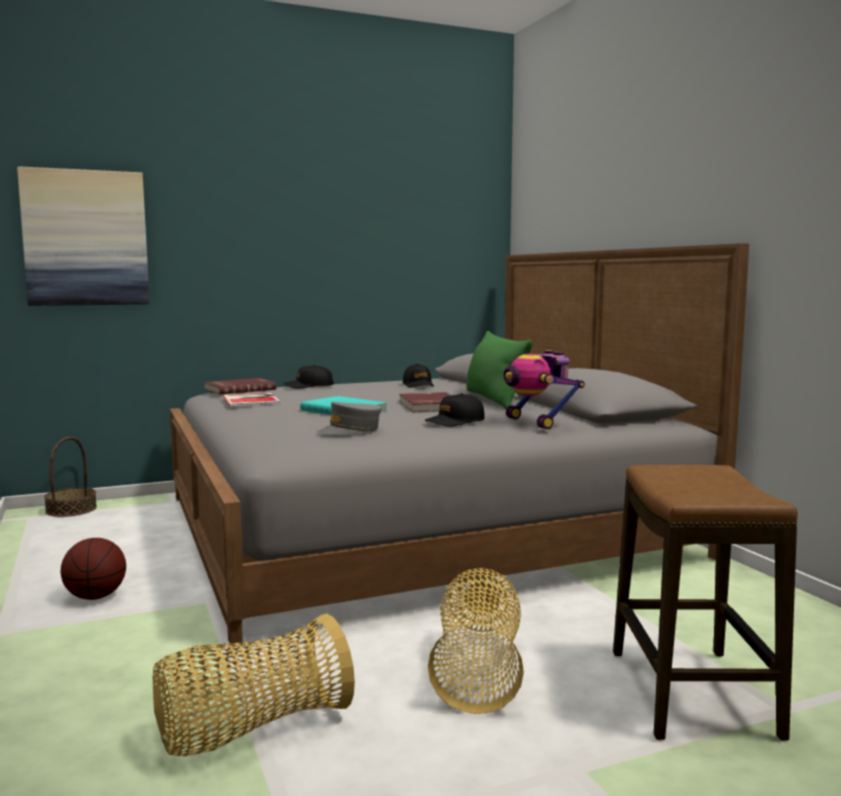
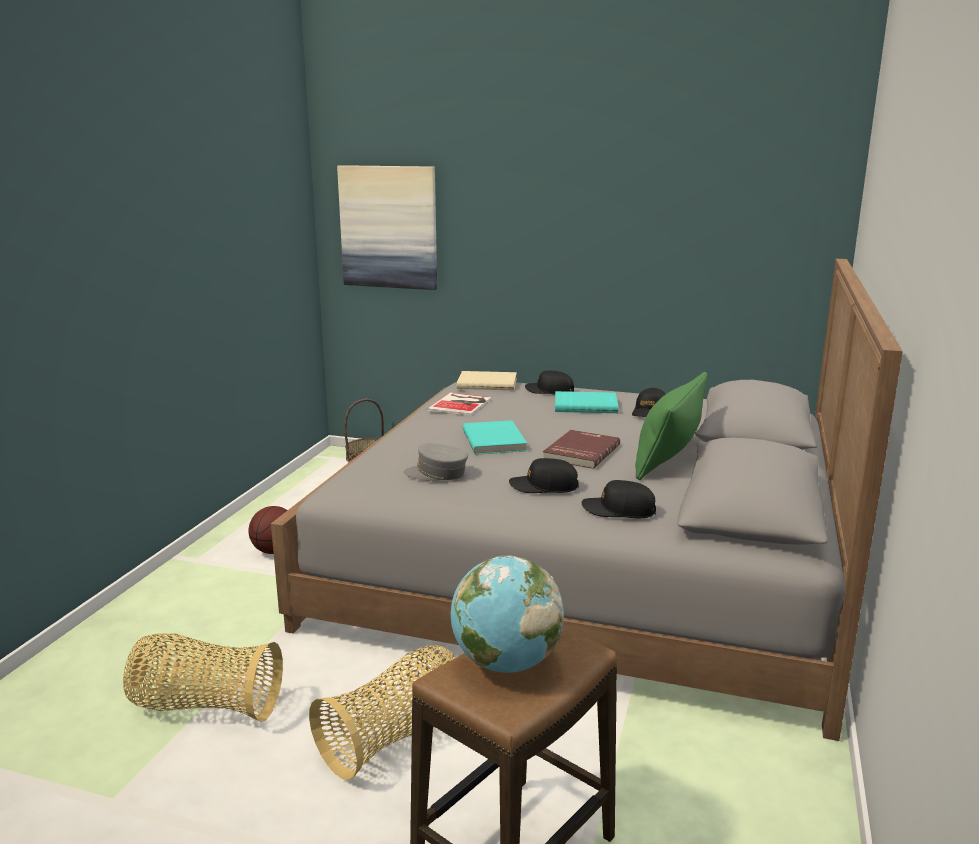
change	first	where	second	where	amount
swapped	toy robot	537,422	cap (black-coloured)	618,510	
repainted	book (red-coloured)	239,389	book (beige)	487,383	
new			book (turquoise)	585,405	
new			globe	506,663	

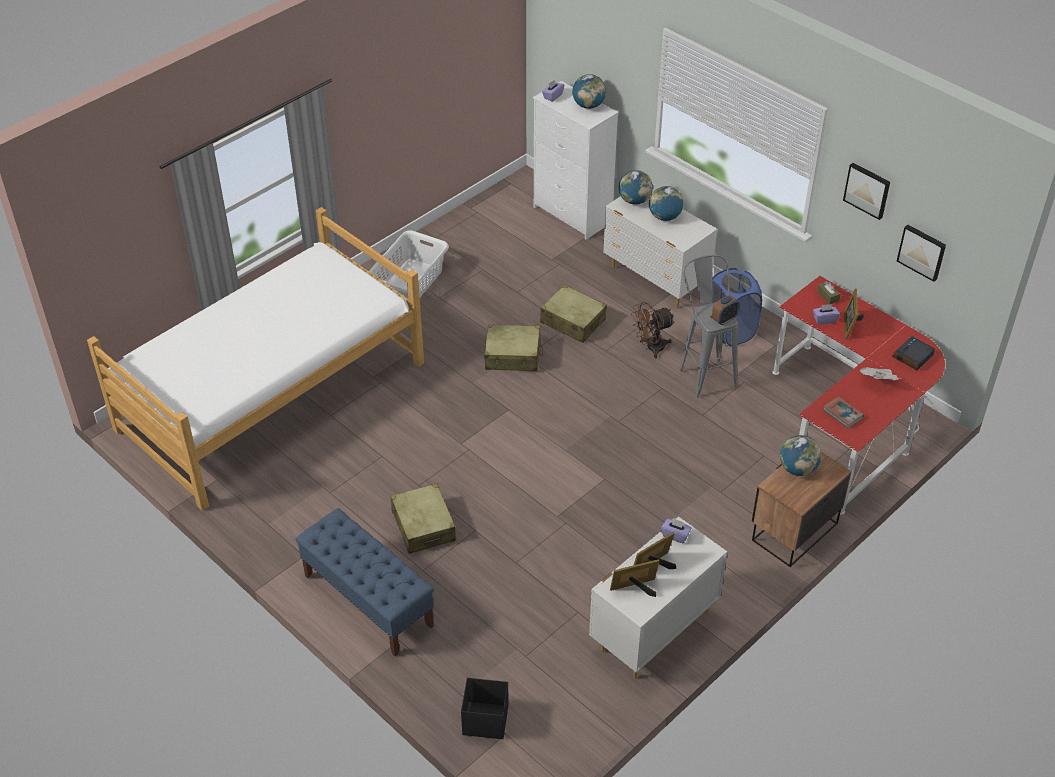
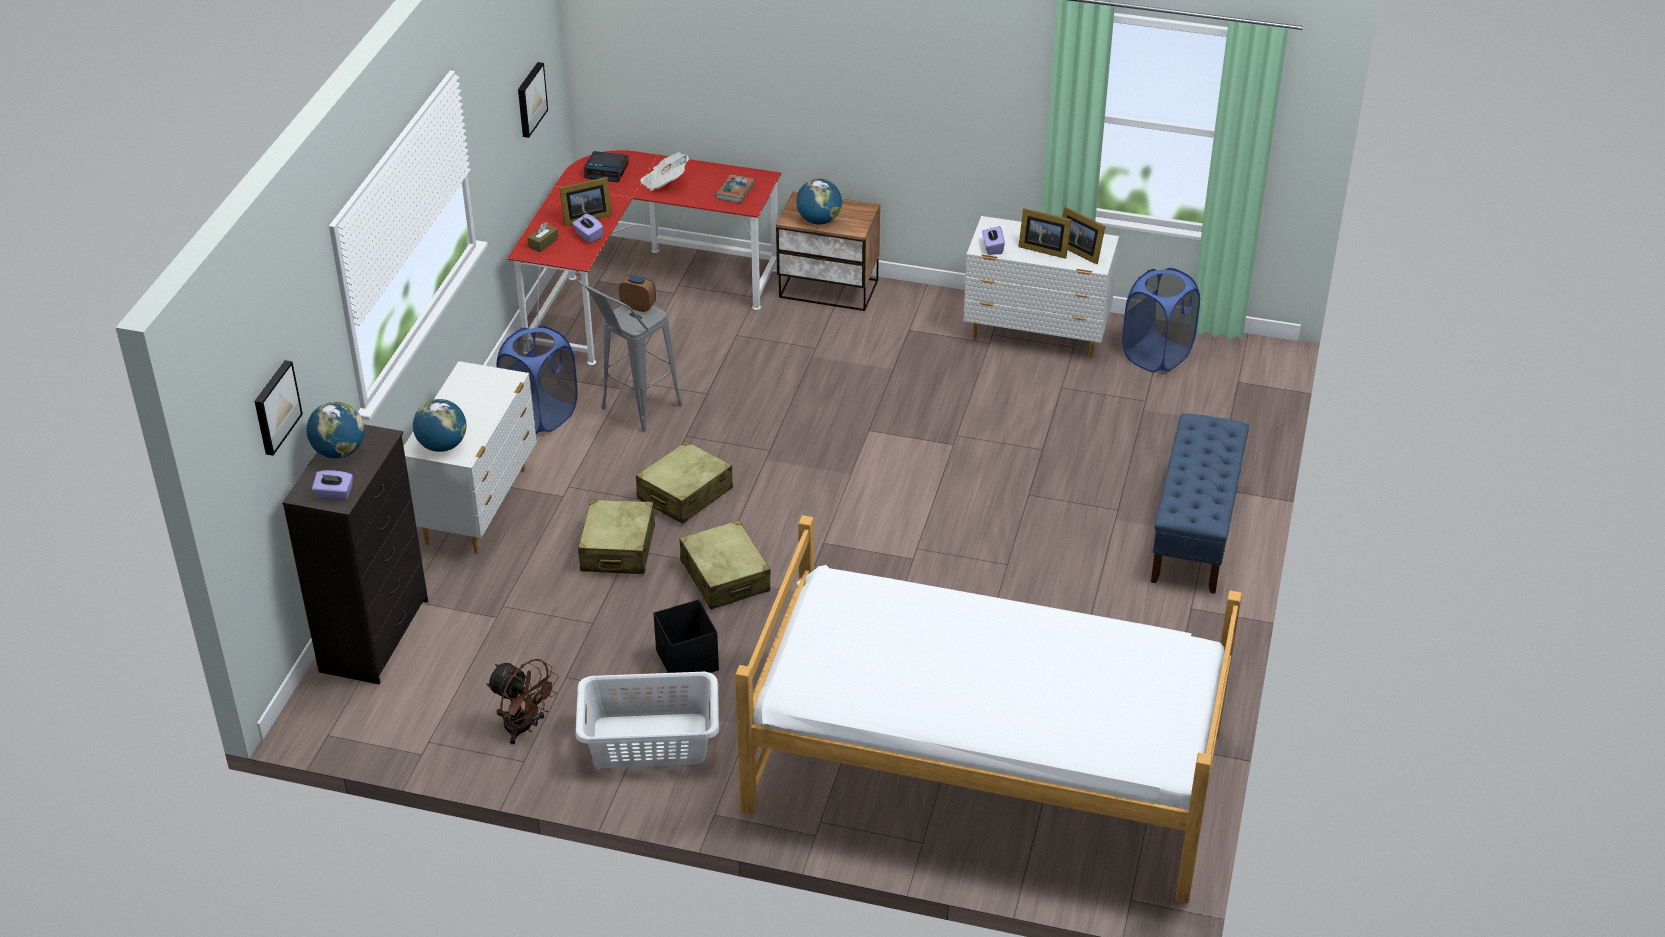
change	first	where	second	where	amount
repainted	drawer chest (white-coloured)	572,215	drawer chest (black-coloured)	376,635	
shifted	wall art	867,190		275,407	
gone	globe	664,217			
shifted	fan (brown-coloured)	651,348		524,728	
shifted	piece of luggage (beige)	423,526		684,494	
shifted	storage bin (black-coloured)	484,720		687,661	
new			laundry basket (blue)	1156,355	

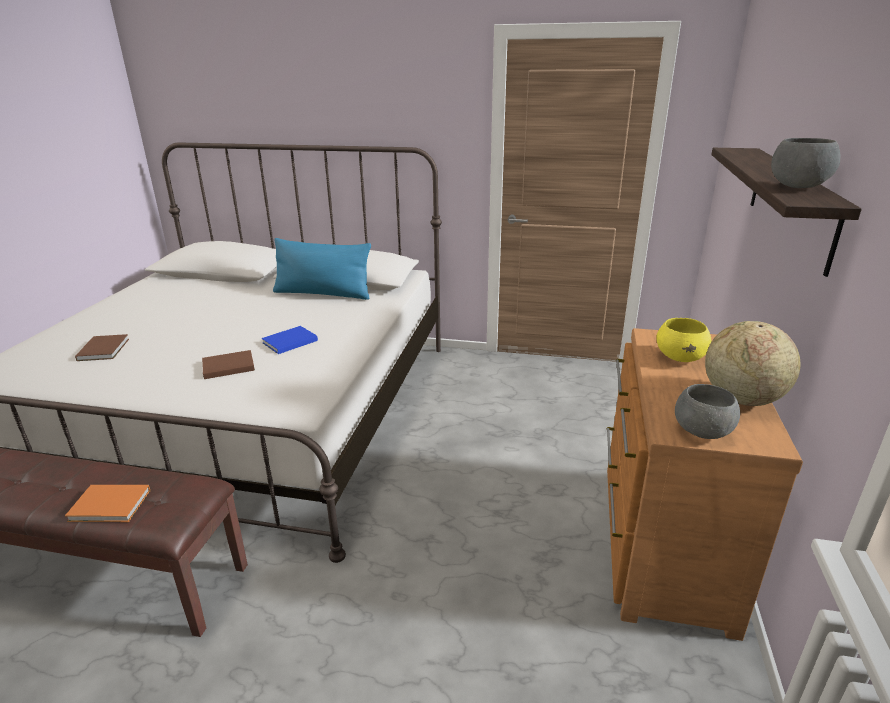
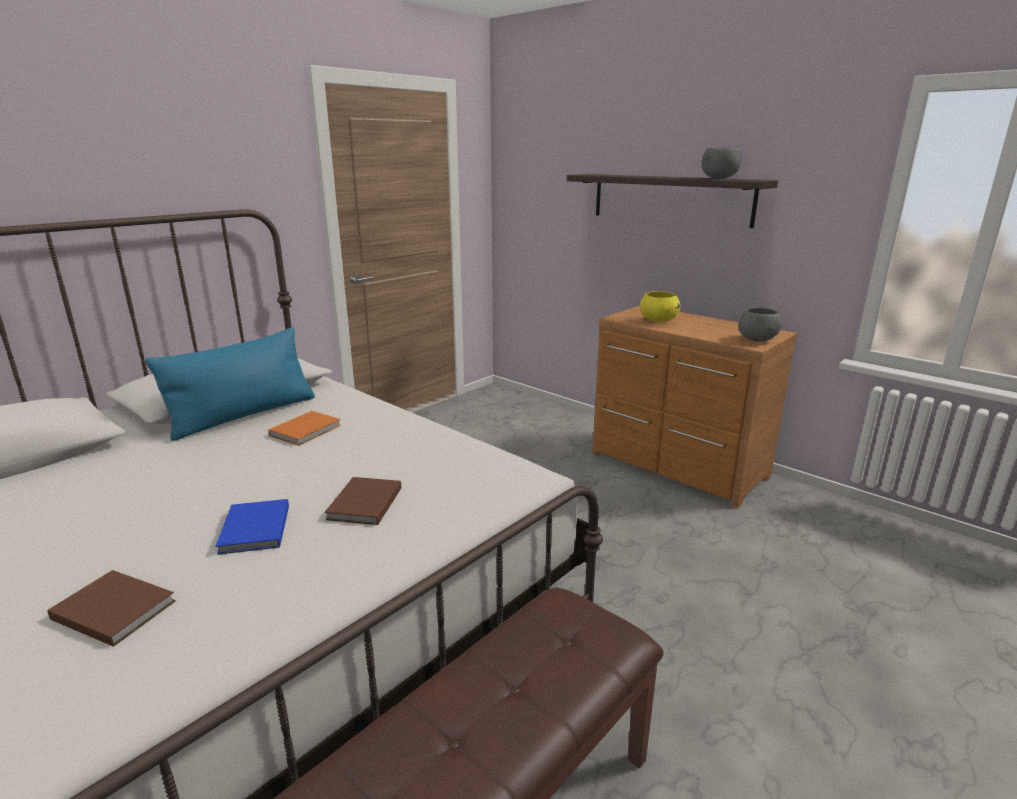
change	first	where	second	where	amount
gone	globe	741,399			
shifted	book (blue)	288,342		253,530	
shifted	book (orangey)	111,506		308,430	

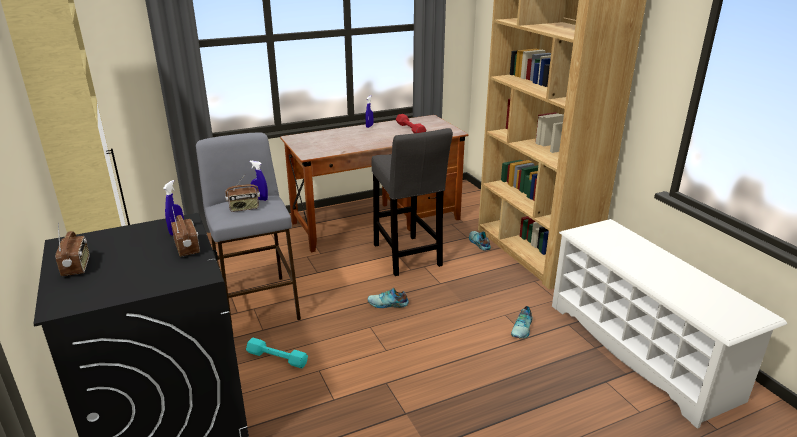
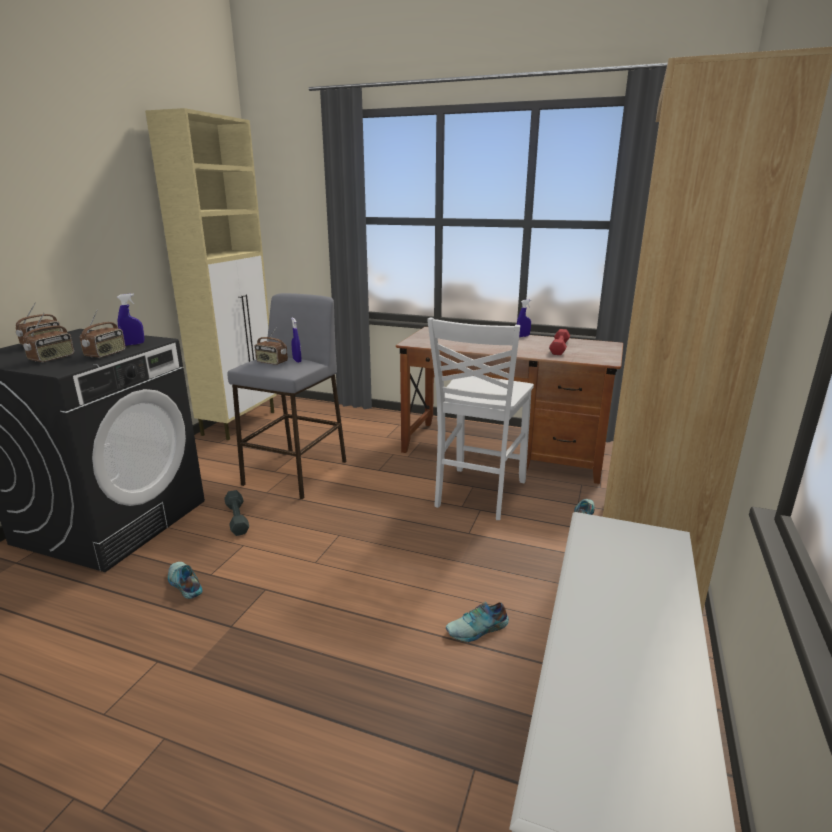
change	first	where	second	where	amount
swapped	stool (grey)	407,257	upright chair (white-coloured)	478,494	
shifted	low shoe	388,304		184,584	
repainted	dumbbell (turquoise)	277,358	dumbbell (grey)	237,518	
new			radio set	52,358	

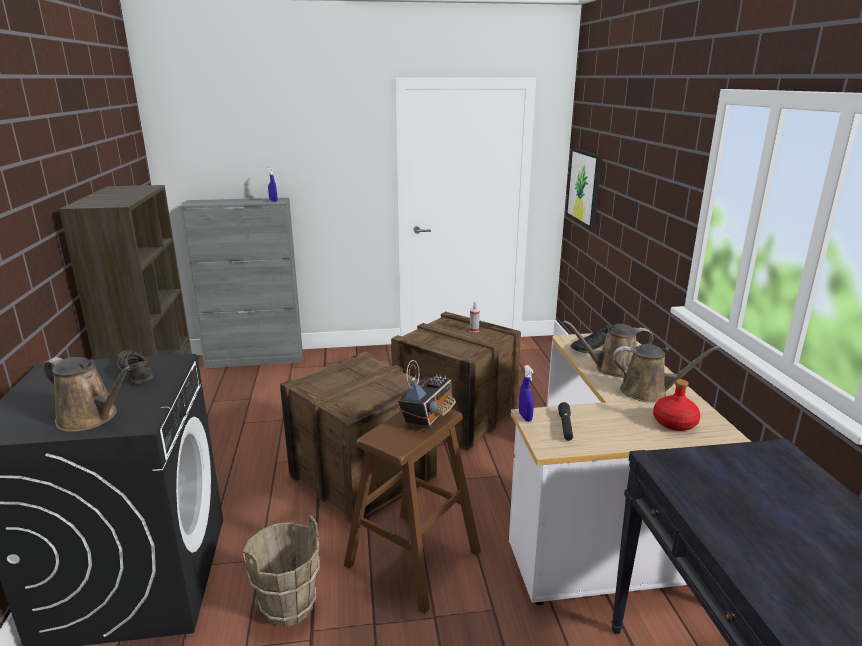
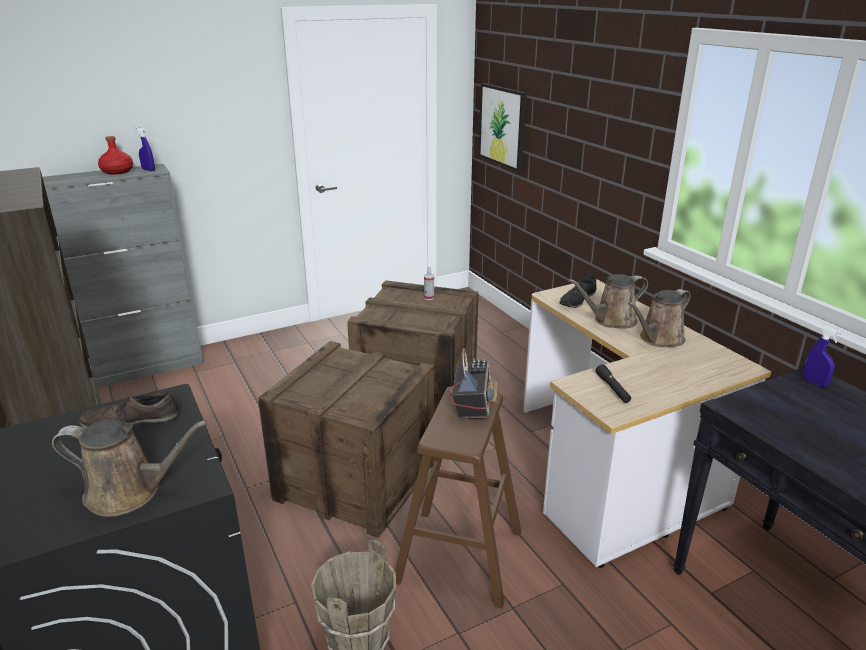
change	first	where	second	where	amount
rotated	watering pot (brown-coloured)	648,392		659,339	150 degrees clockwise
rotated	low shoe (brown-coloured)	136,371		131,420	45 degrees counterclockwise
shifted	spray bottle (blue)	525,417		814,382	
shifted	bottle (red-coloured)	674,423		117,171	

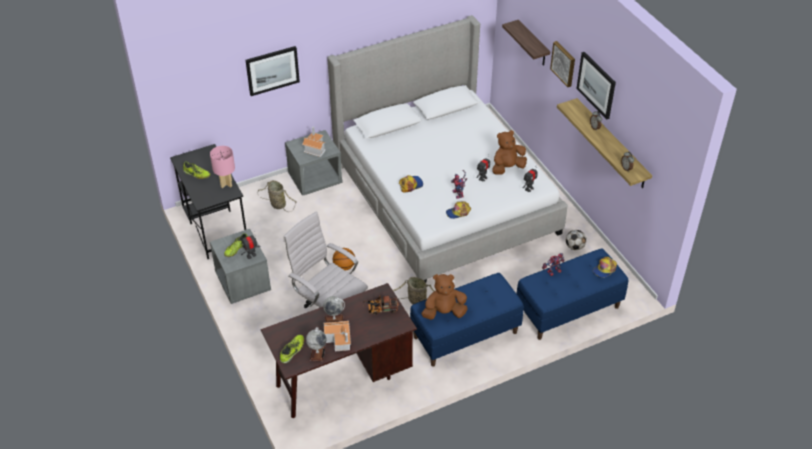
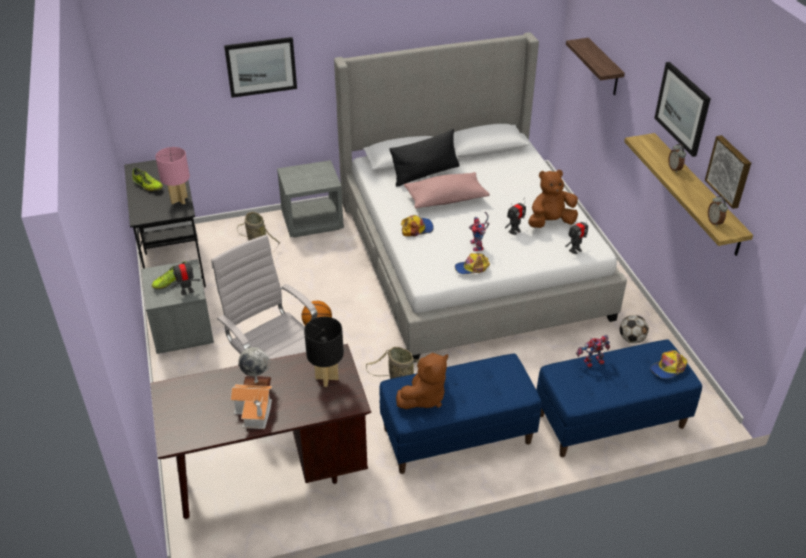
change	first	where	second	where	amount
shifted	wall art	564,63		730,171	
gone	toy house	314,148			
rotated	plush toy (brown-coloured)	444,312		424,397	135 degrees clockwise
swapped	toy truck	380,309	table lamp (black-coloured)	326,378	
gone	globe	317,353			
gone	low shoe	292,351			
new			cushion (black-coloured)	425,174	
new			cushion (pinkish)	445,199	

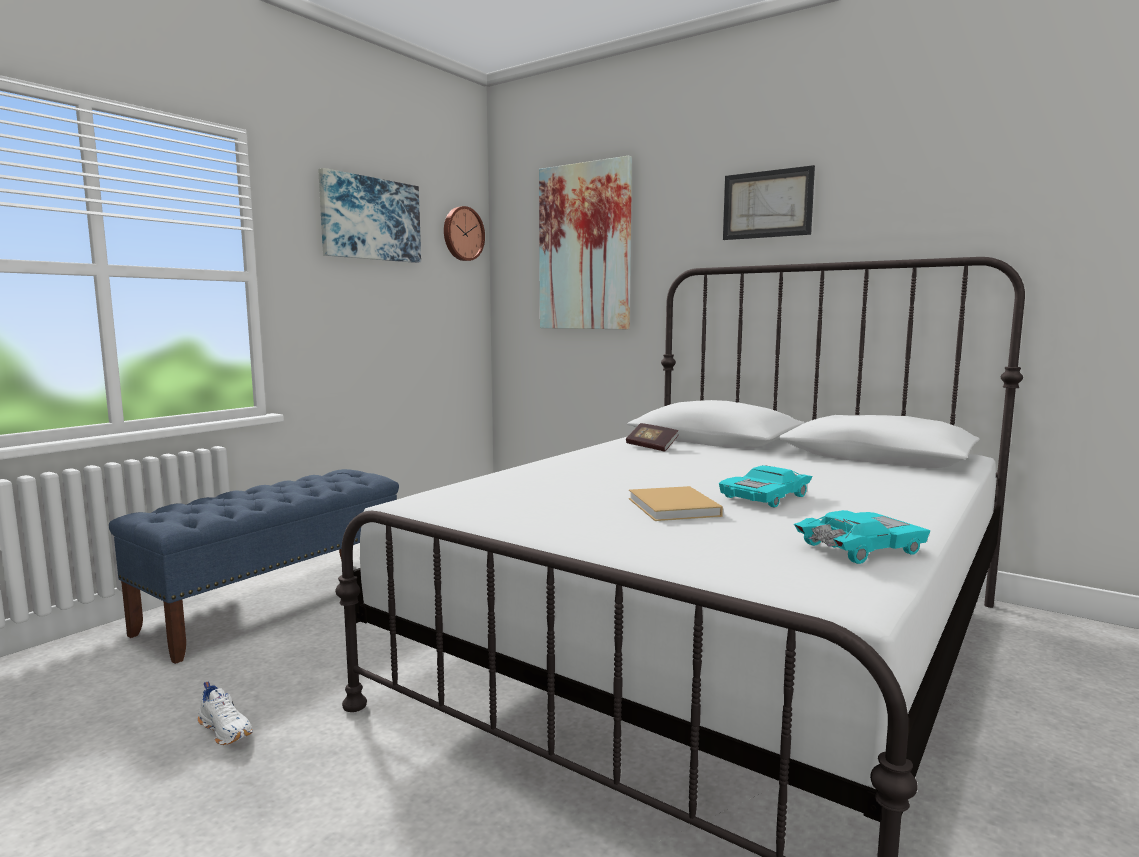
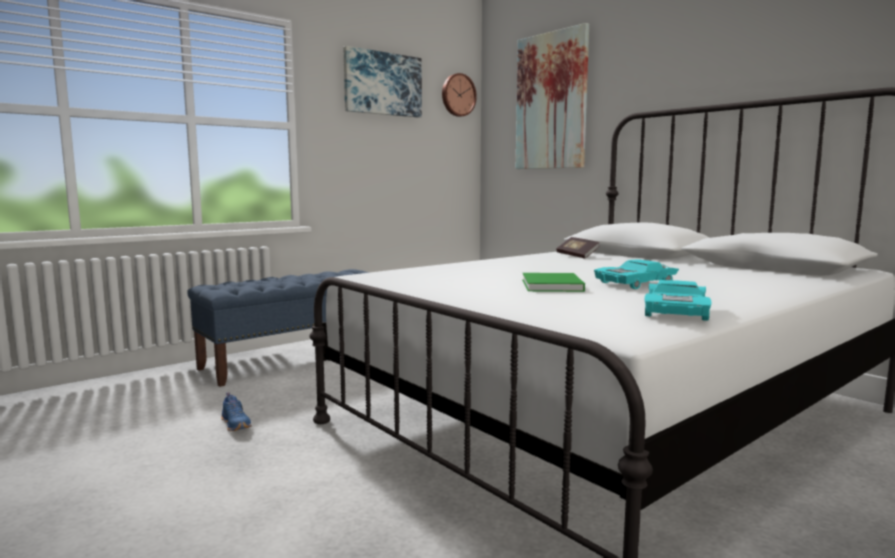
change	first	where	second	where	amount
gone	wall art	767,204			
repainted	book (beige)	674,508	book (green)	552,286	
rotated	model car (turquoise)	859,549		676,312	120 degrees clockwise
repainted	low shoe (white-coloured)	226,729	low shoe (blue)	236,424	

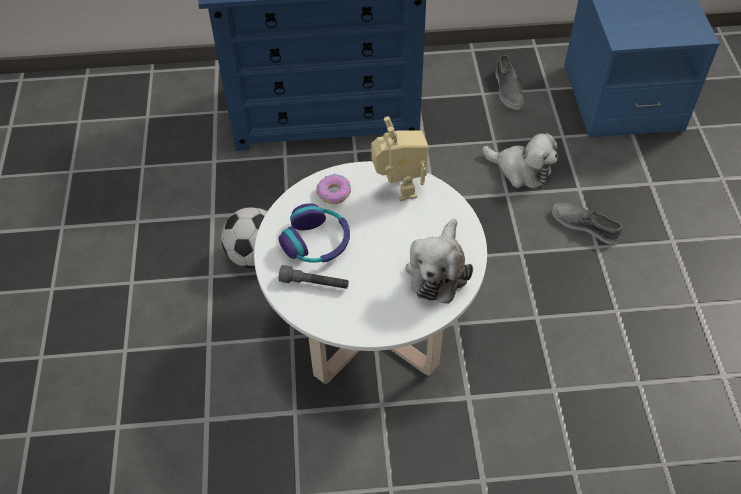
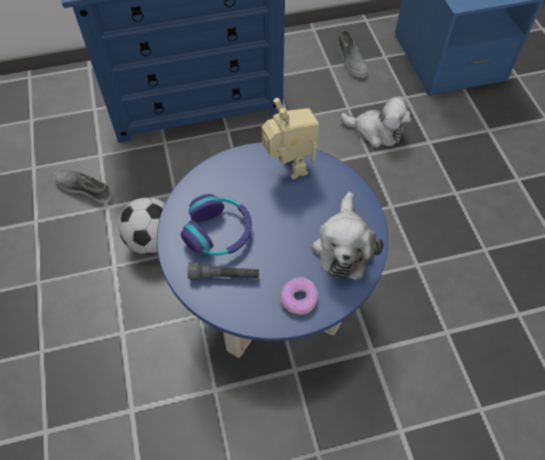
change	first	where	second	where	amount
repainted	low table (white-coloured)	371,328	low table (blue)	272,296	
shifted	donut	334,193		299,298	
shifted	low shoe (grey)	585,225		84,188	

